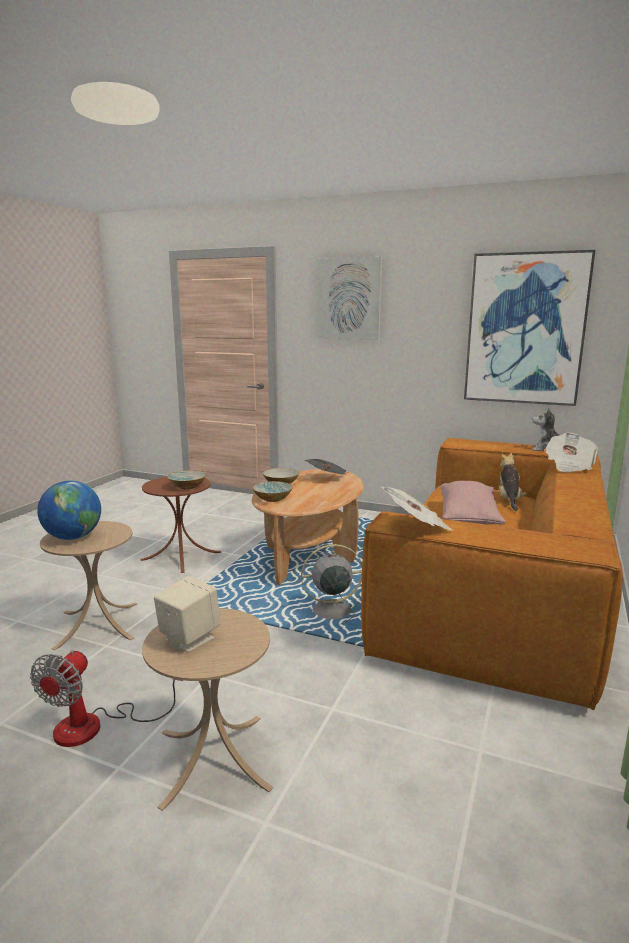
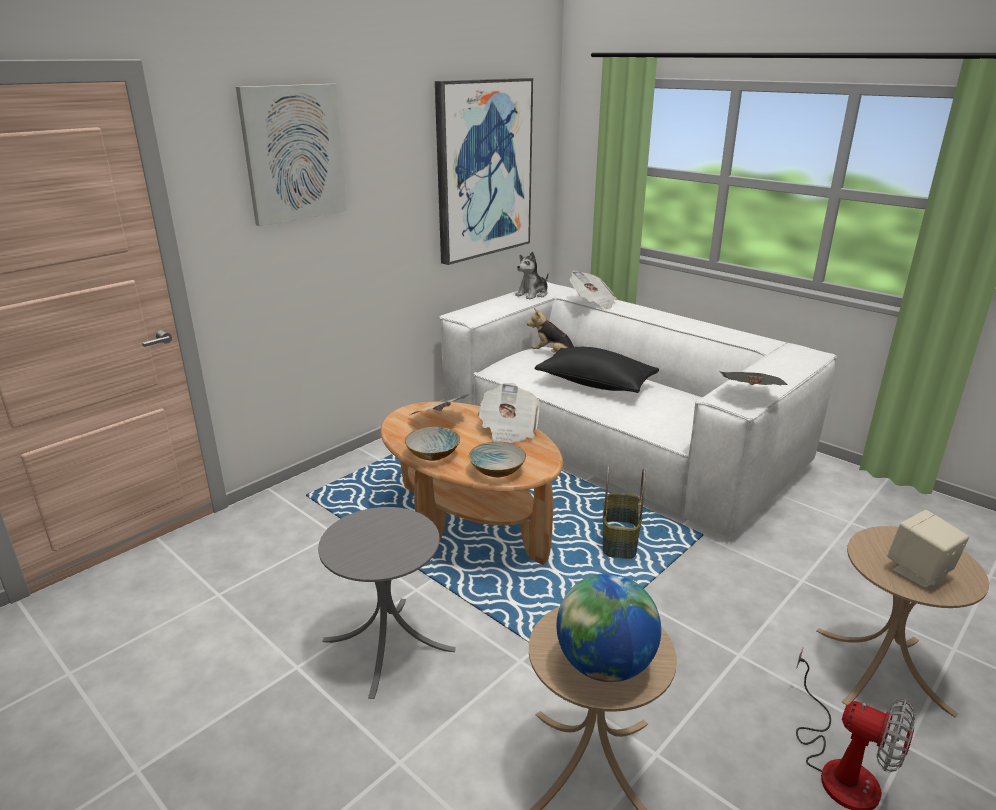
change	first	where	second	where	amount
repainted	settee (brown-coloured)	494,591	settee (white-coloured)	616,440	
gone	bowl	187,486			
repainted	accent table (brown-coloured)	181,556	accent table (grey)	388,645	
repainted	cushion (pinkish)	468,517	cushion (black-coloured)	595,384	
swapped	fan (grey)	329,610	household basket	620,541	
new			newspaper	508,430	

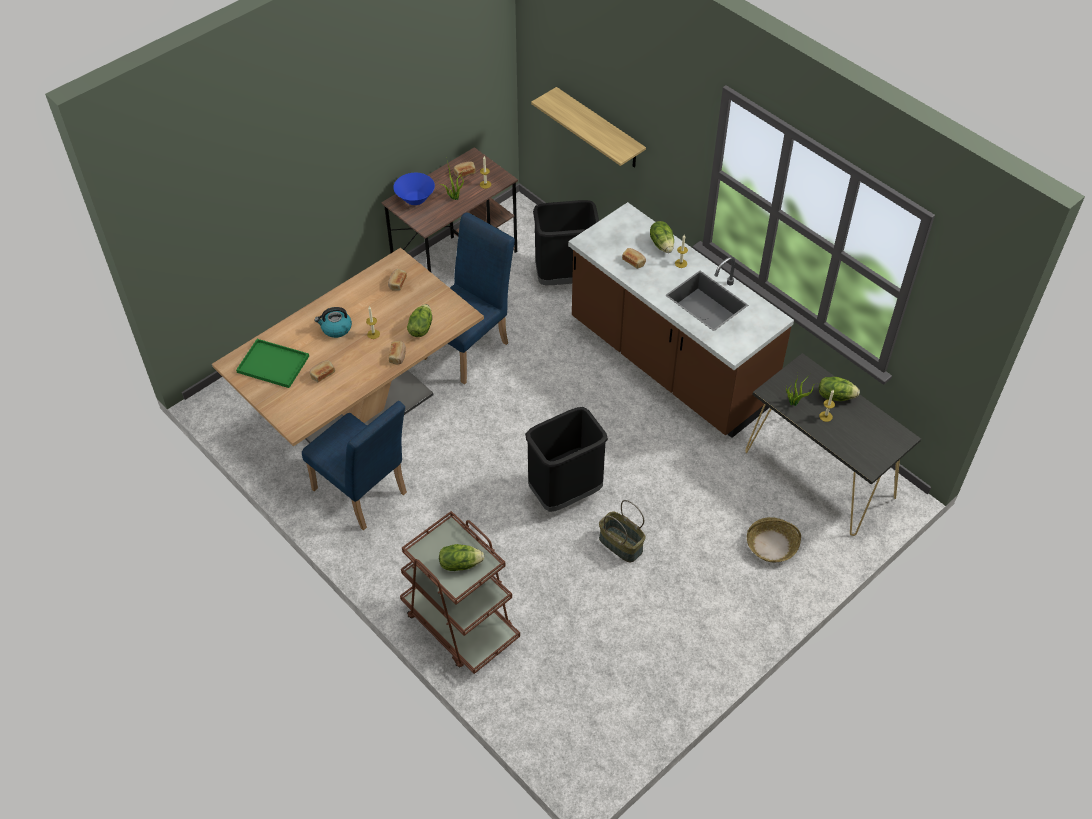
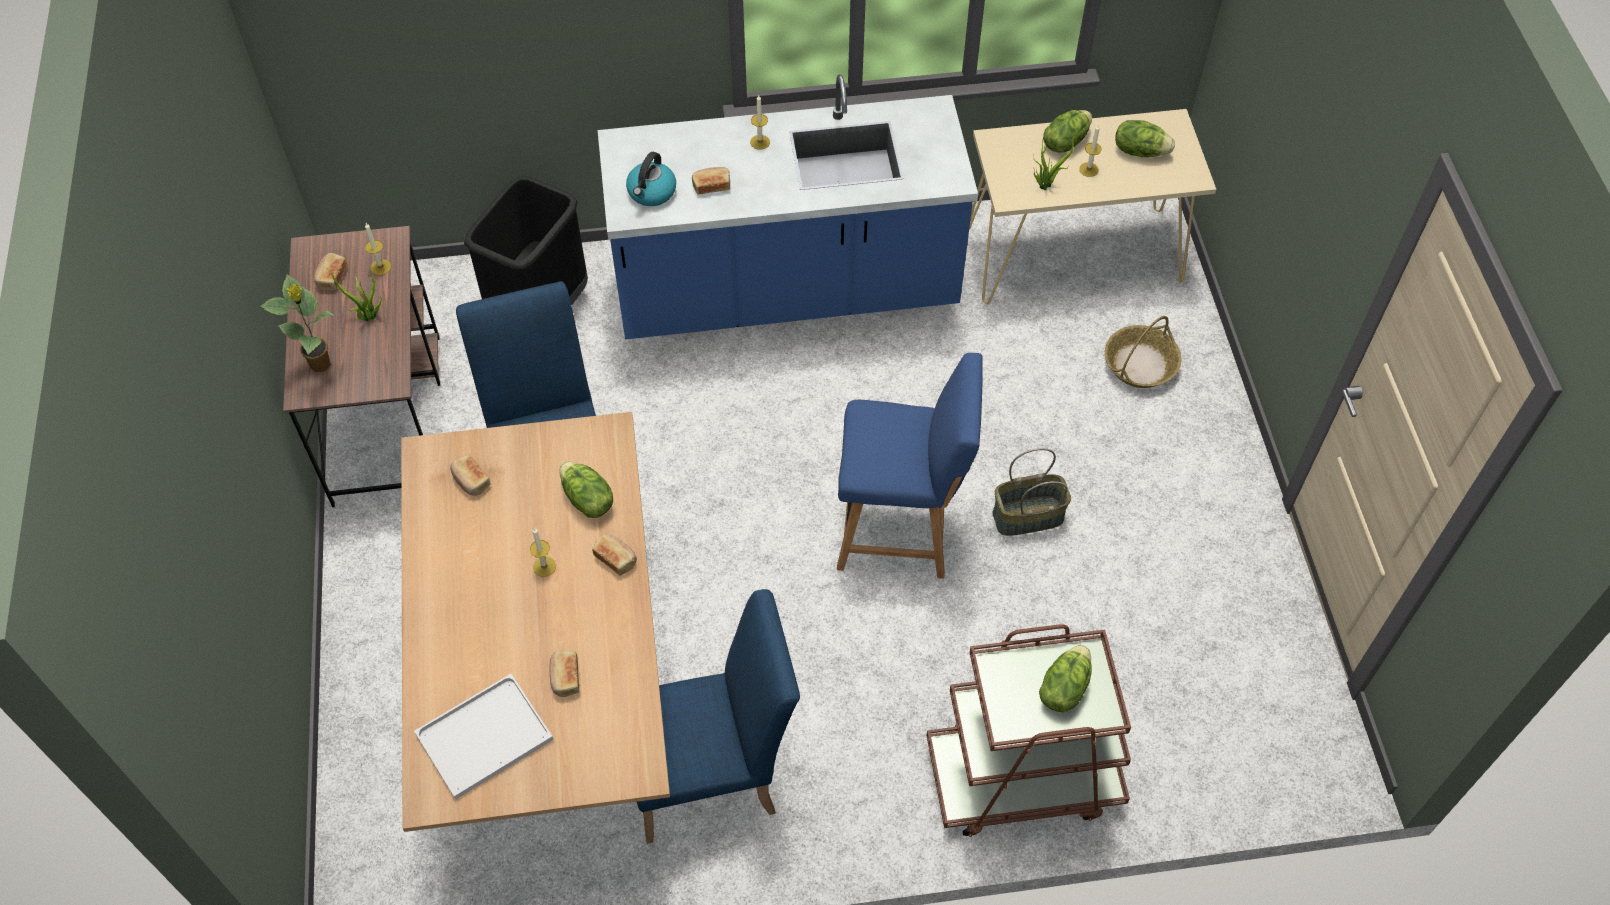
change	first	where	second	where	amount
gone	bracket shelf	599,129			
swapped	bowl (blue)	415,199	potted plant	321,365	
repainted	kitchen counter (brown-coloured)	668,364	kitchen counter (blue)	786,293	
shifted	lettuce head	662,244		1140,150	
shifted	kettle	336,328		651,192	
repainted	tray (green)	274,364	tray (white-coloured)	486,734	
repainted	console table (black-coloured)	820,474	console table (beige)	1074,255	
swapped	trash can (black-coloured)	565,493	upright chair (blue)	901,528	

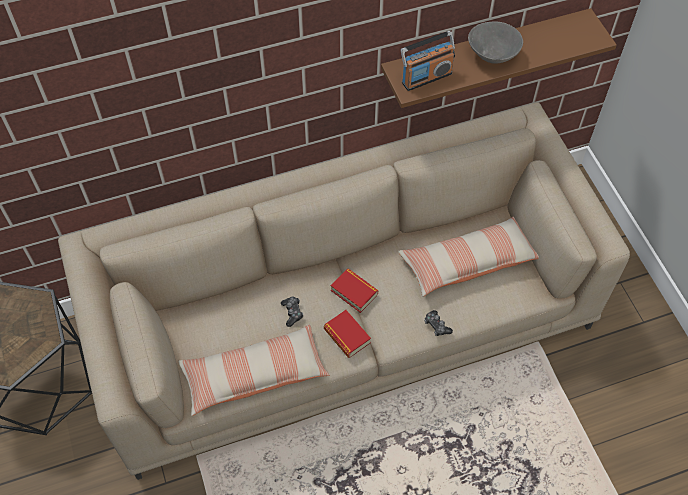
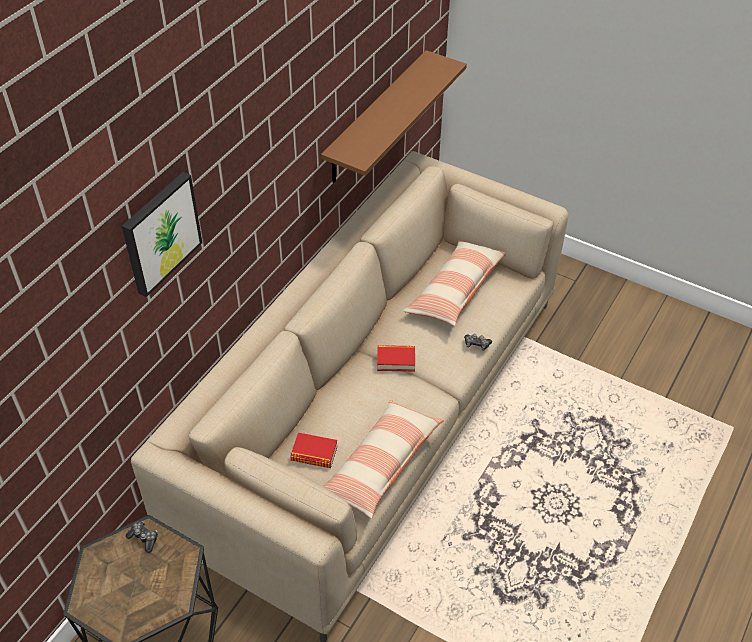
change	first	where	second	where	amount
gone	bowl (grey)	492,55			
gone	radio set	426,77			
shifted	gamepad	292,312		144,538	
shifted	book	347,336		314,454	
new			wall art	160,233	

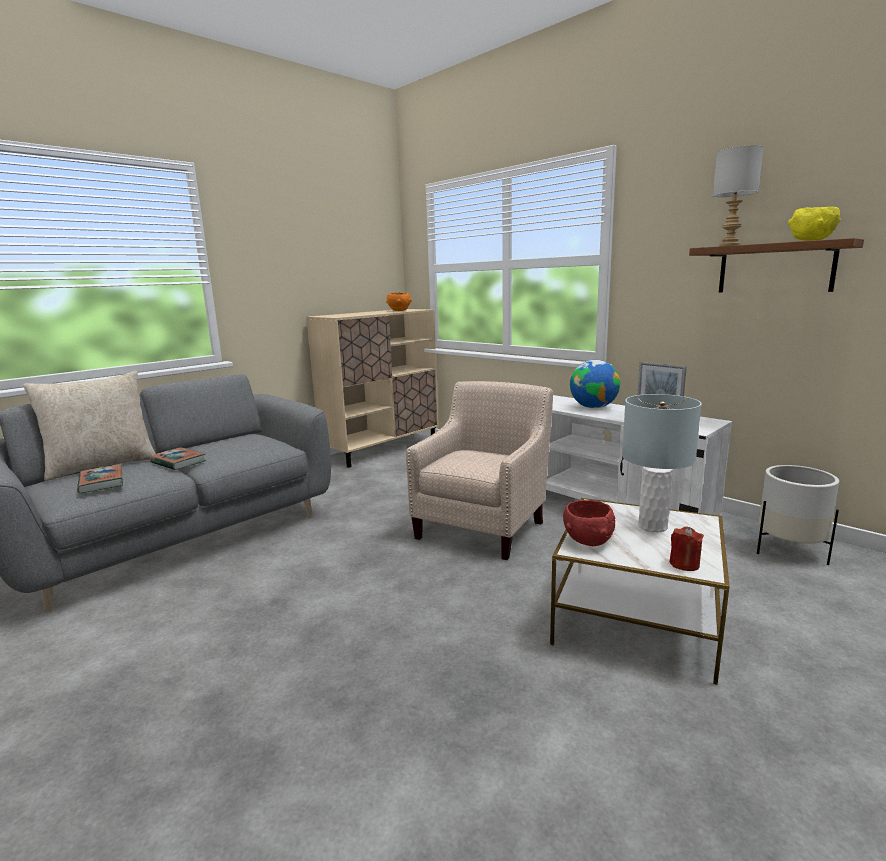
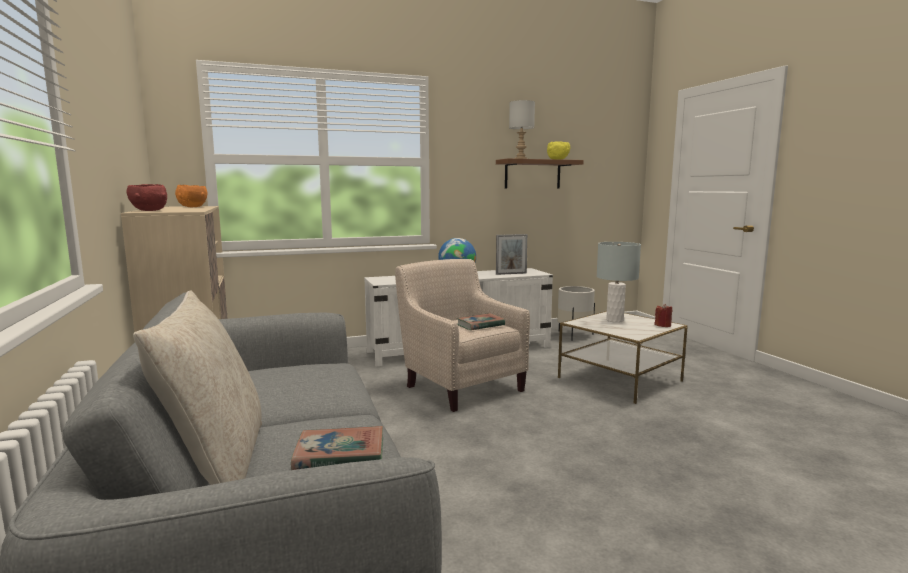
change	first	where	second	where	amount
shifted	book	178,462		480,325	
shifted	bowl (red-coloured)	588,541		149,211	

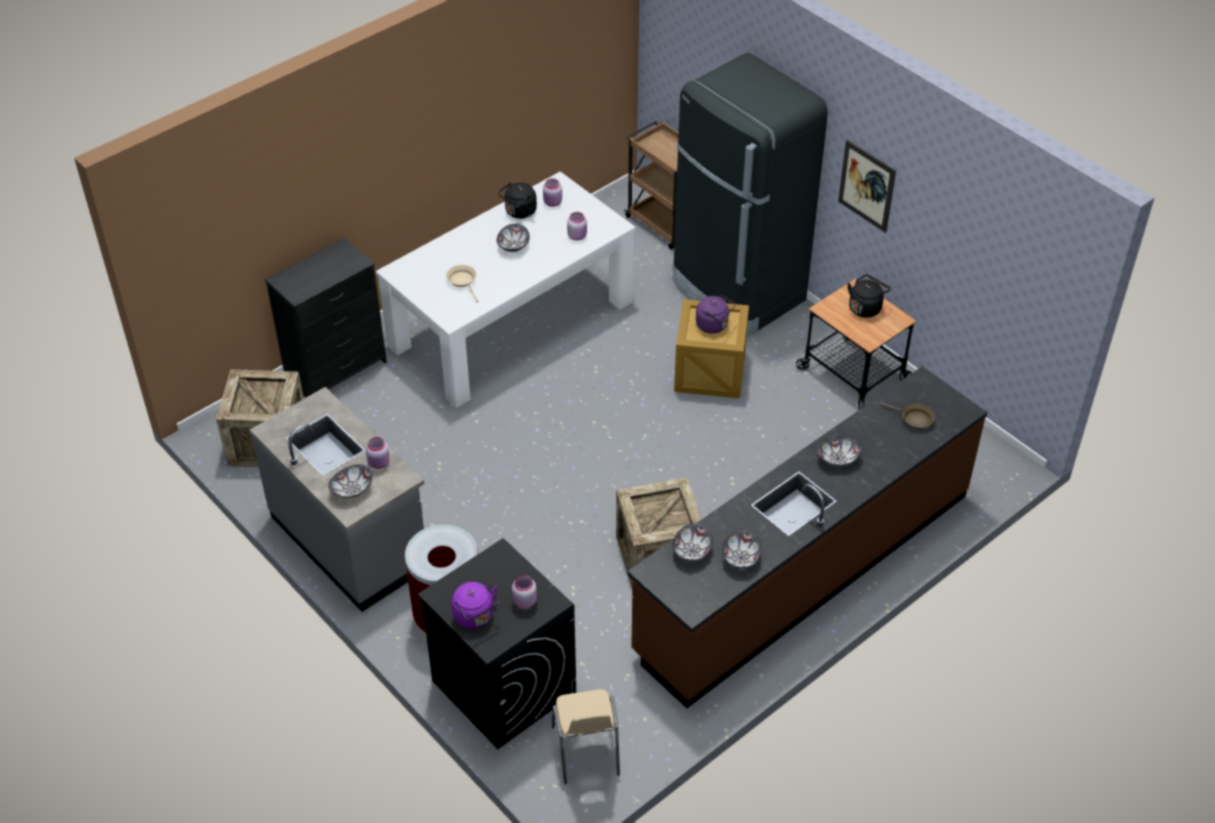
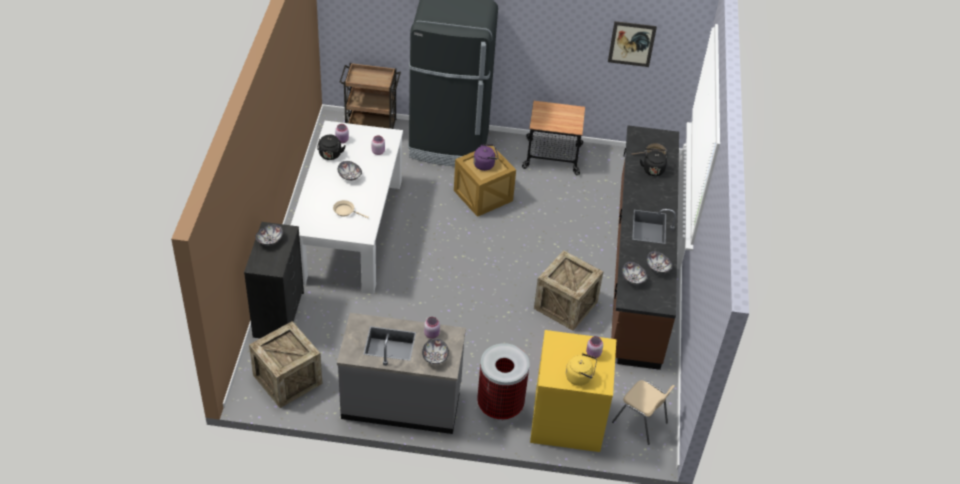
change	first	where	second	where	amount
shifted	wall art	866,186		631,44	
shifted	kettle (black-coloured)	866,307		653,169	
shifted	bowl	837,458		269,240	
repainted	laundry appliance (black-coloured)	503,686	laundry appliance (yellow-coloured)	566,420	
repainted	kettle (purple)	475,617	kettle (yellow-coloured)	580,377	

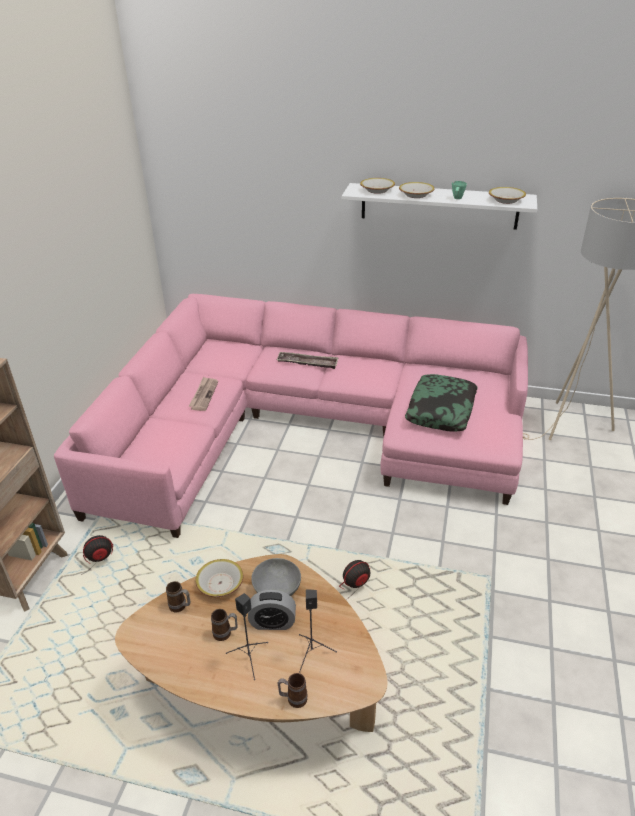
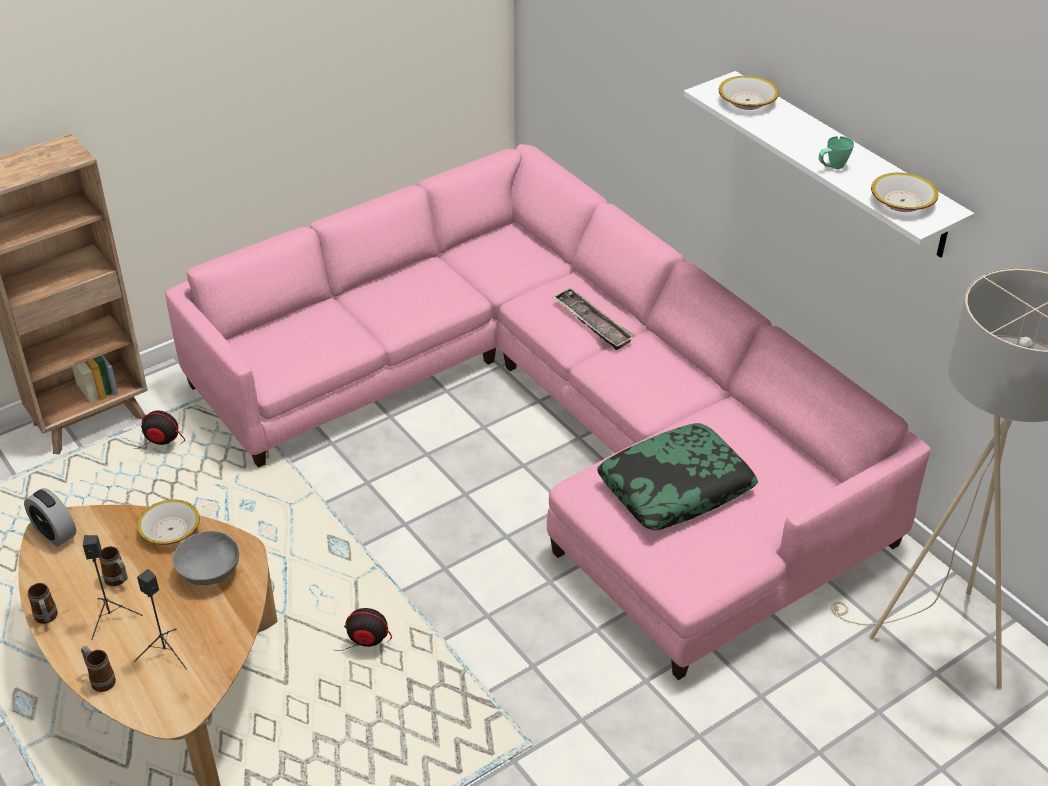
change	first	where	second	where	amount
gone	bowl	416,195			
gone	newspaper	203,395			
shifted	mug	180,607		47,619	
shifted	table clock	272,622		54,532	

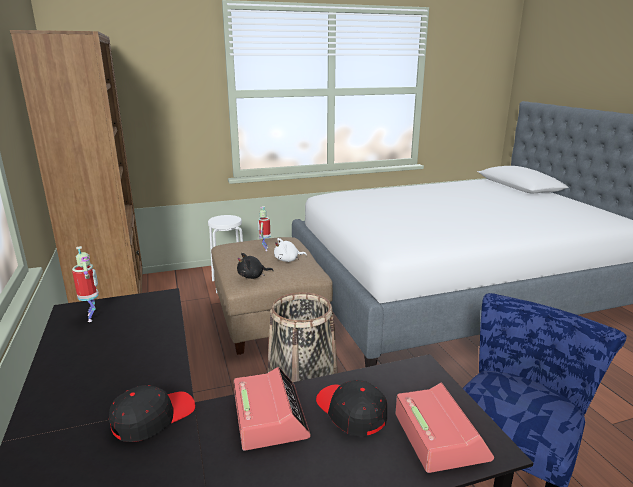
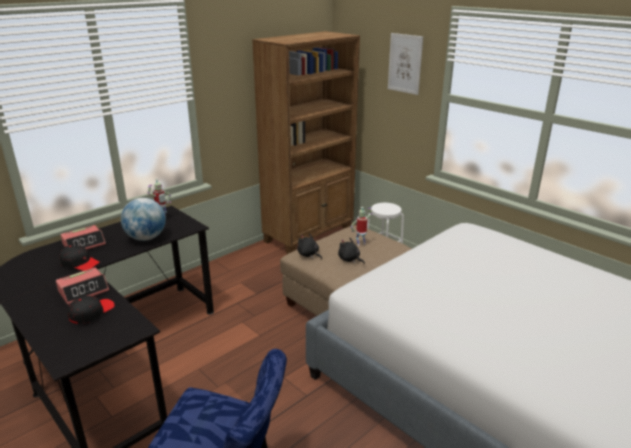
change	first	where	second	where	amount
repainted	plush toy (white-coloured)	288,260	plush toy (black-coloured)	350,259	
gone	household basket	302,379			
shifted	table clock	440,436		84,244	
new			wall art	405,63	
new			globe	146,238	

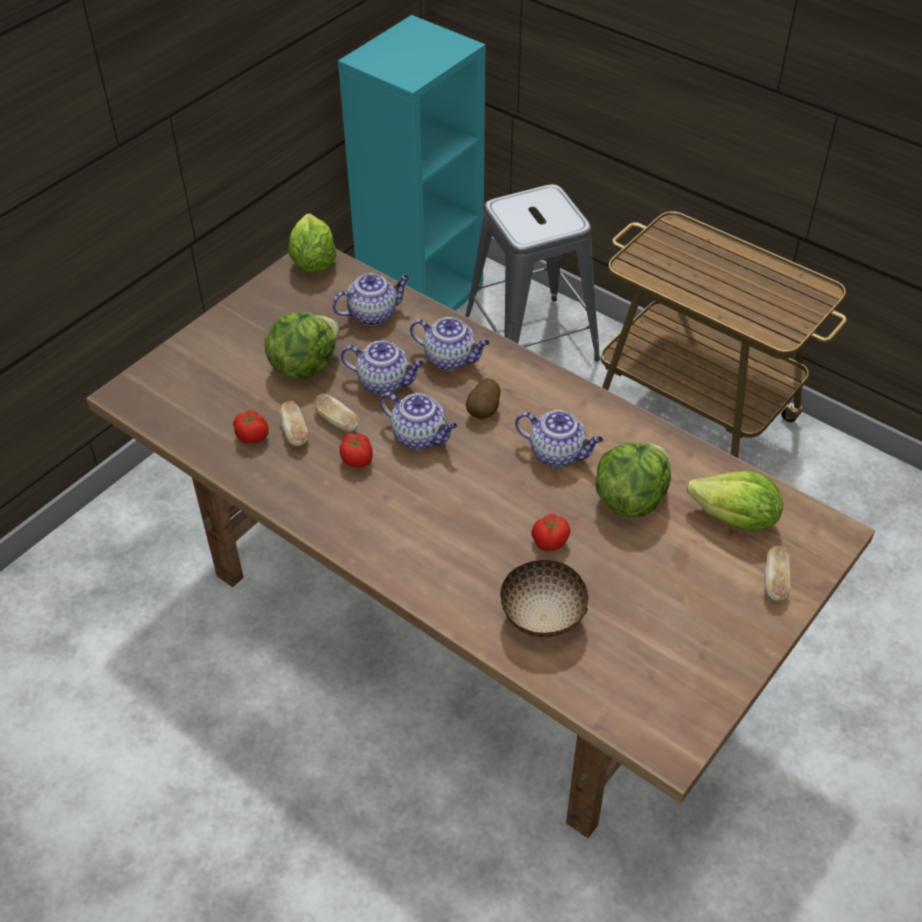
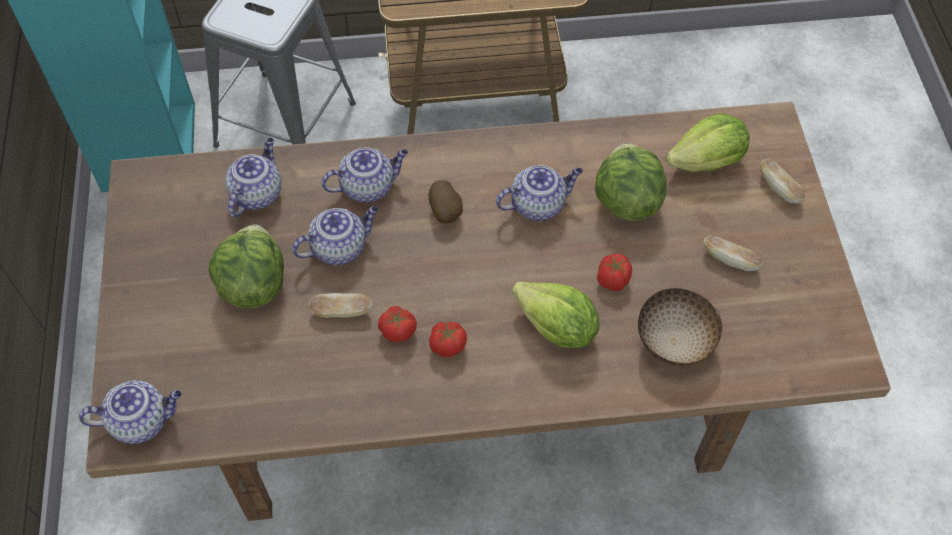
change	first	where	second	where	amount
shifted	lettuce head	313,262		556,329	
shifted	teapot	420,436		142,421	
shifted	baked bread	295,432		730,260	
shifted	tomato	252,437		447,346	

